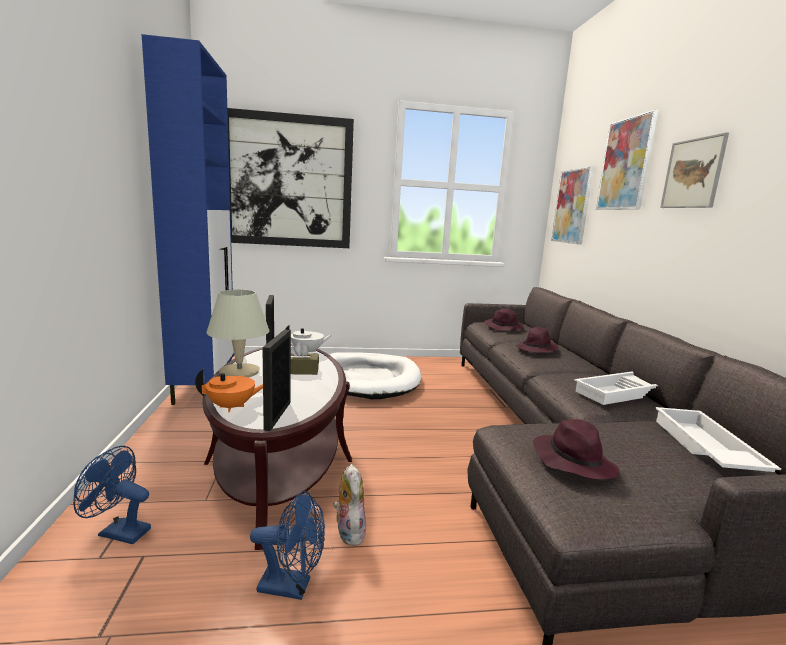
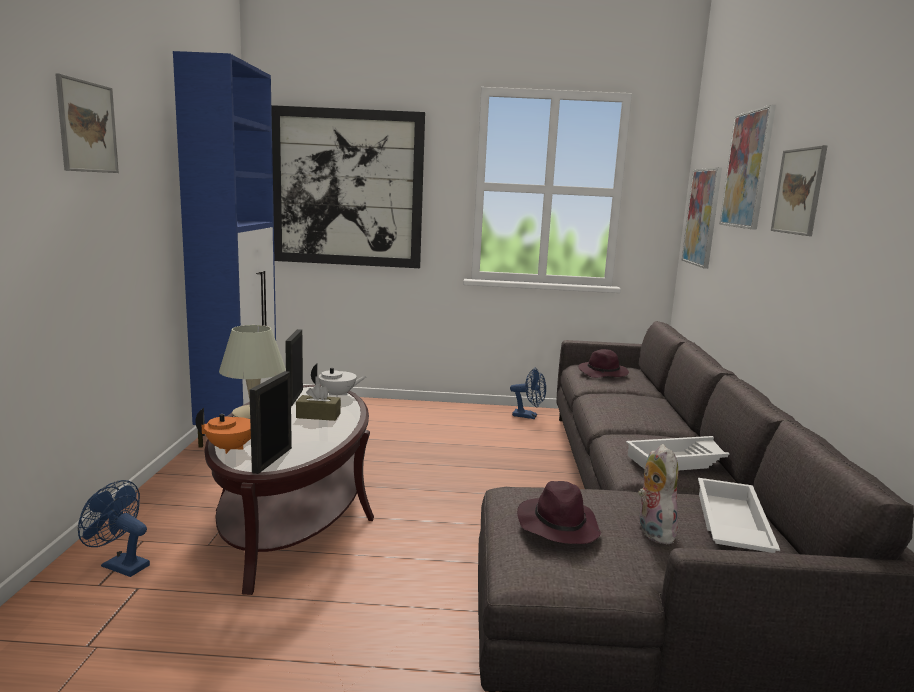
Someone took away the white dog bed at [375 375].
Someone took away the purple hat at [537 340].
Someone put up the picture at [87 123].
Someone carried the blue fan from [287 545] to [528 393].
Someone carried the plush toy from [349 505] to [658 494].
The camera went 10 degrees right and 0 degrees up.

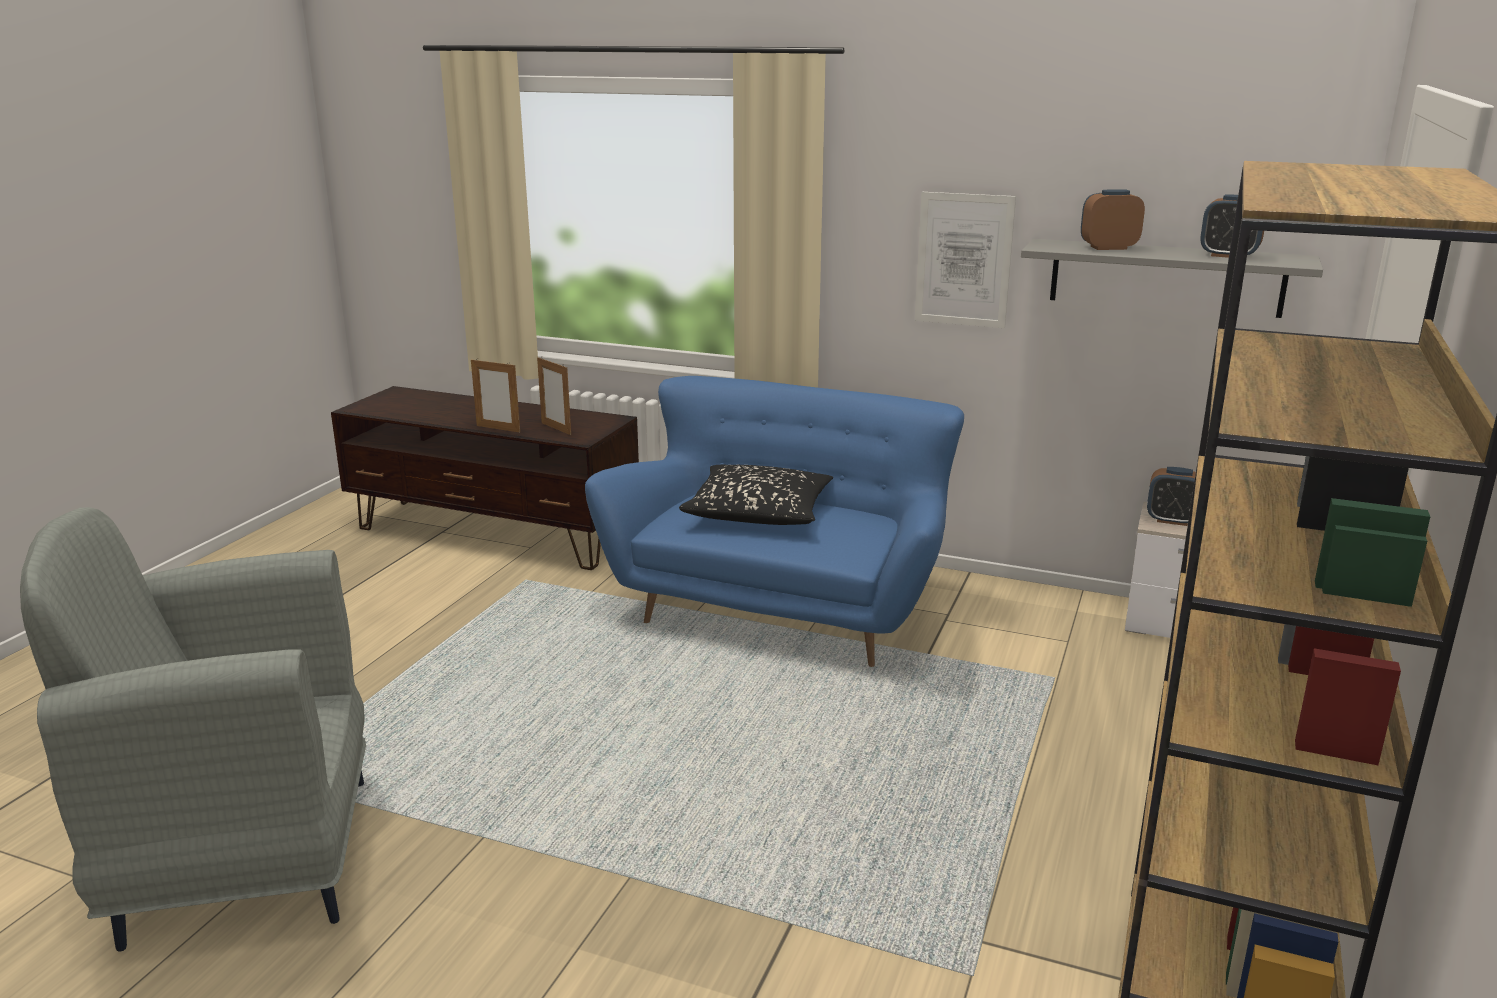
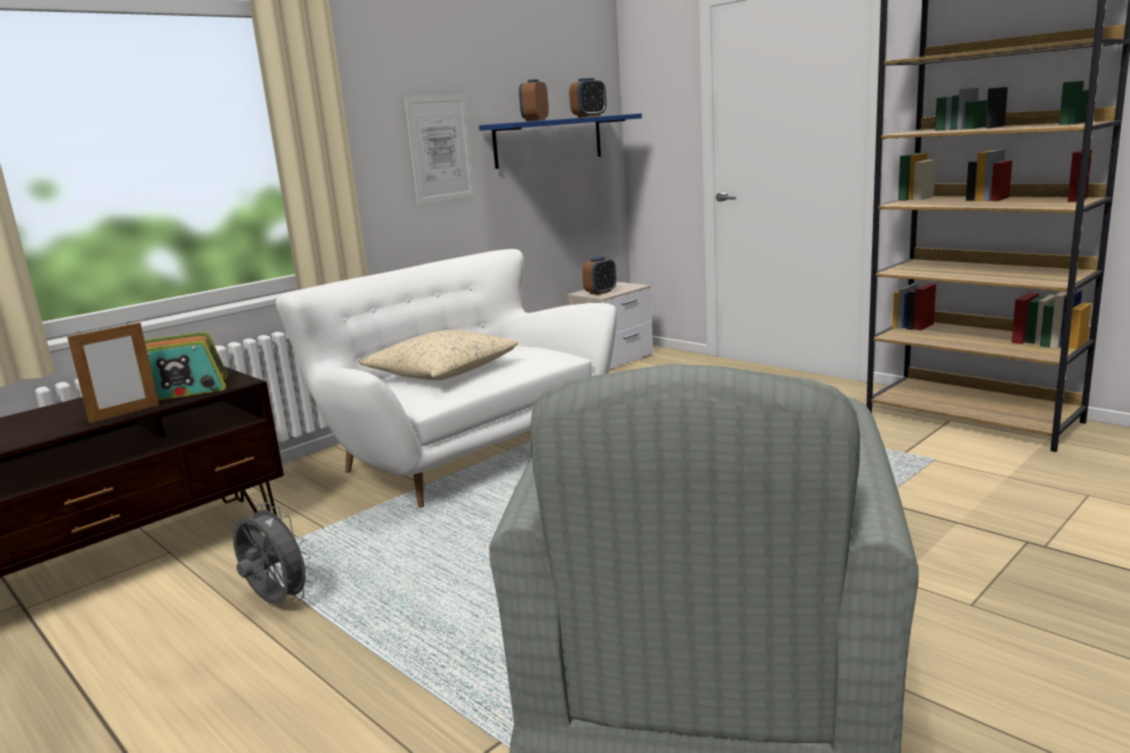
Someone put down the grey fan at [273 553].
Someone swapped the picture frame at [554 395] for the radio at [186 366].
Someone repainted the blue sofa at [774 521], which became the white sofa at [446 378].
Someone repainted the black pillow at [756 495], which became the beige pillow at [439 355].
Someone repainted the grey shelf at [1172 278], which became the blue shelf at [560 141].
The camera went 65 degrees left and 5 degrees down.

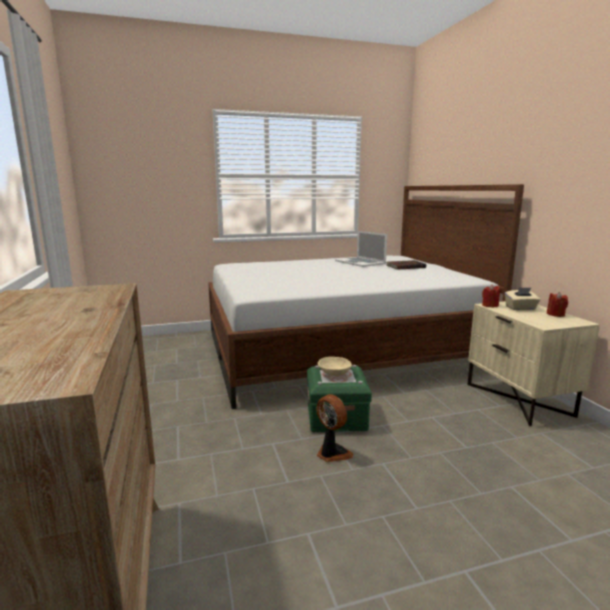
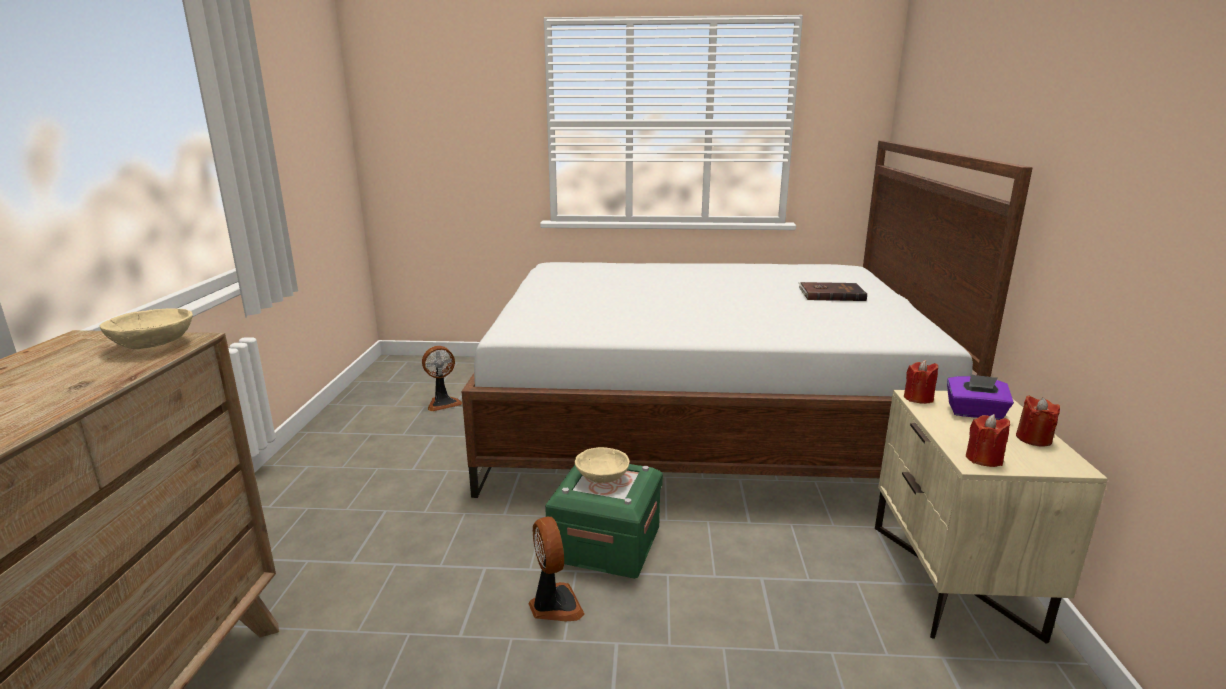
Someone took away the laptop at [361 249].
Someone put down the beige bowl at [146 328].
Someone put down the fan at [442 378].
Someone put down the red candle at [988 440].
Someone repainted the beige tissue box at [522 298], which became the purple tissue box at [980 397].
The camera went 20 degrees right and 5 degrees up.

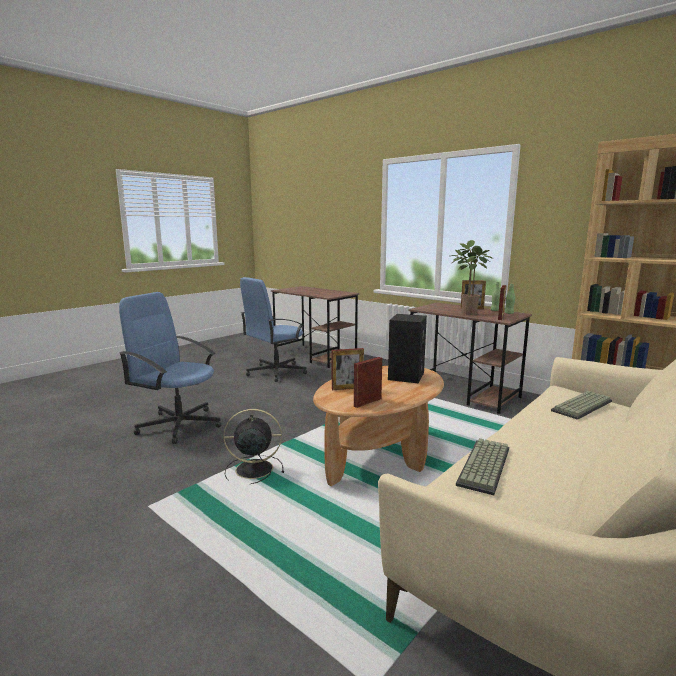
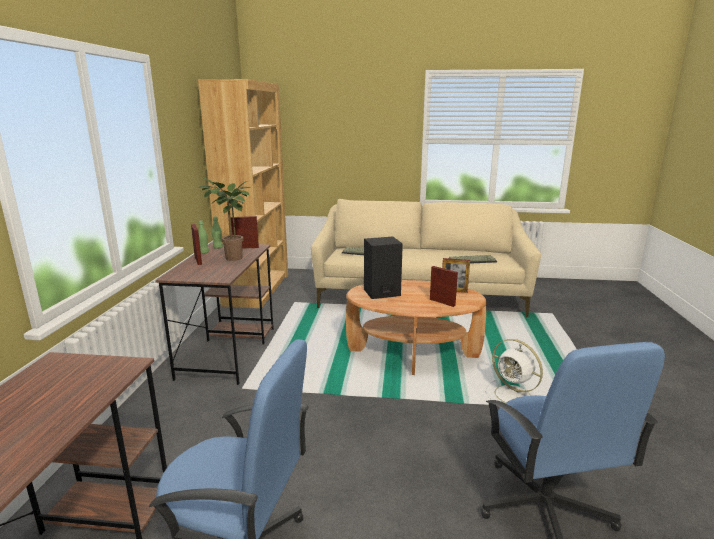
Someone repainted the black fan at [253 446], which became the white fan at [514 371].
The camera went 125 degrees left and 5 degrees up.

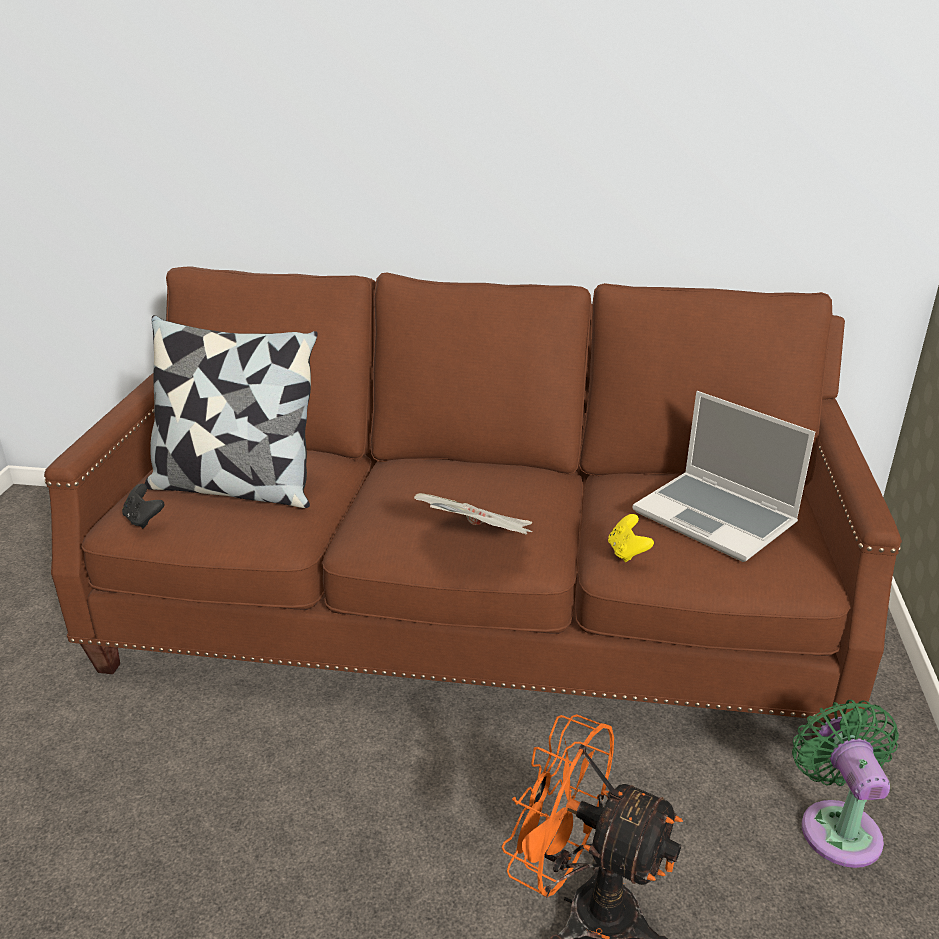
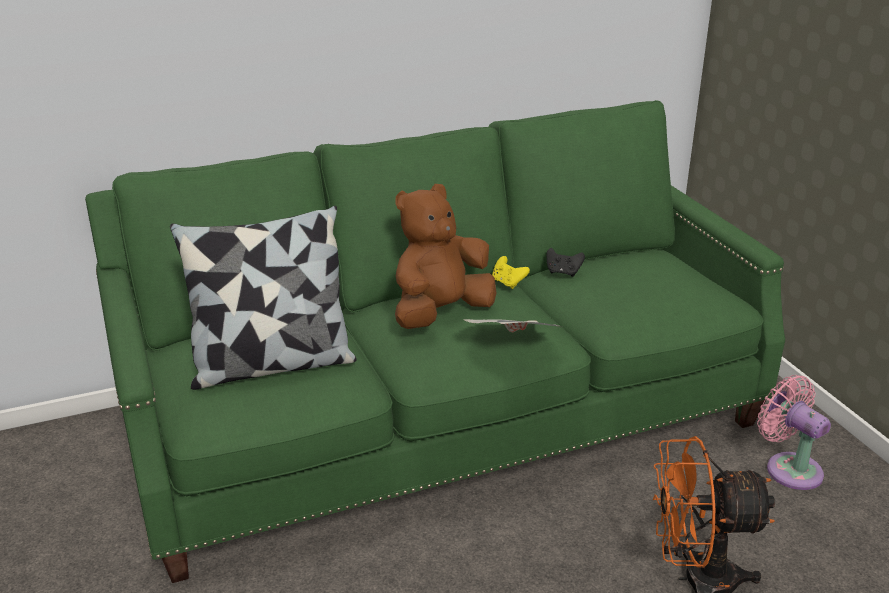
Someone took away the laptop at [724 476].
Someone put down the brown plush toy at [445 256].
Someone carried the black game controller from [143 506] to [565 262].
Someone carried the yellow game controller from [631 538] to [511 272].
Someone repainted the brown sofa at [473 502], which became the green sofa at [435 341].
Someone repainted the green fan at [845 784], which became the pink fan at [794 432].
The camera went 30 degrees left and 0 degrees up.

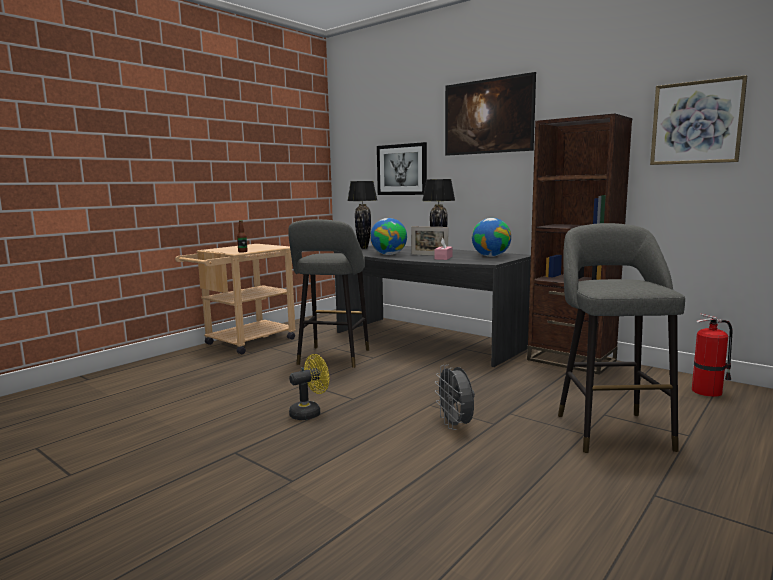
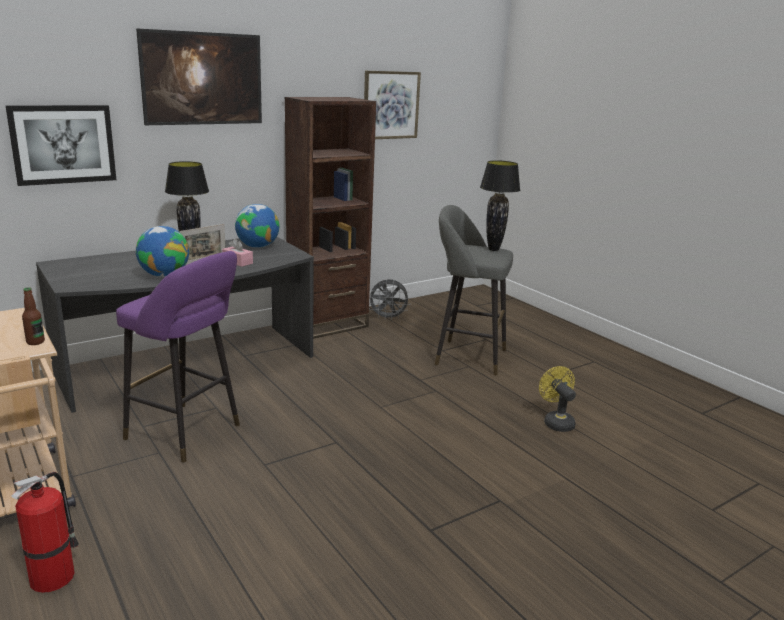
Someone carried the yellow fan from [309 387] to [557 399].
Someone carried the black table lamp from [362 215] to [500 205].
Someone carried the grey fan from [455 397] to [390 300].
Someone carried the fire extinguisher from [712 355] to [45 532].
Someone repainted the grey stool at [328 293], which became the purple stool at [178 357].
The camera went 75 degrees left and 10 degrees up.

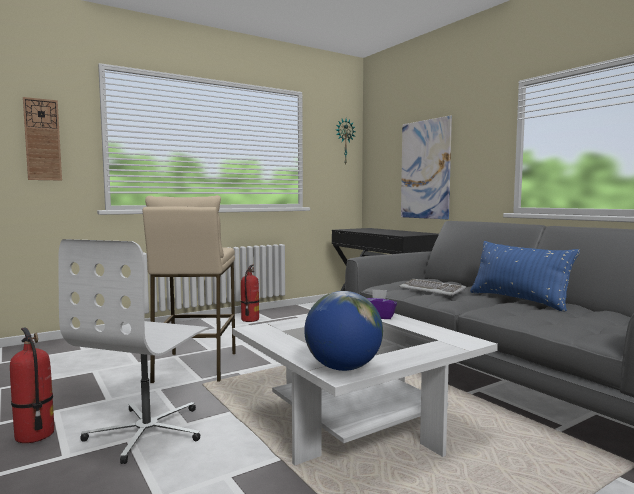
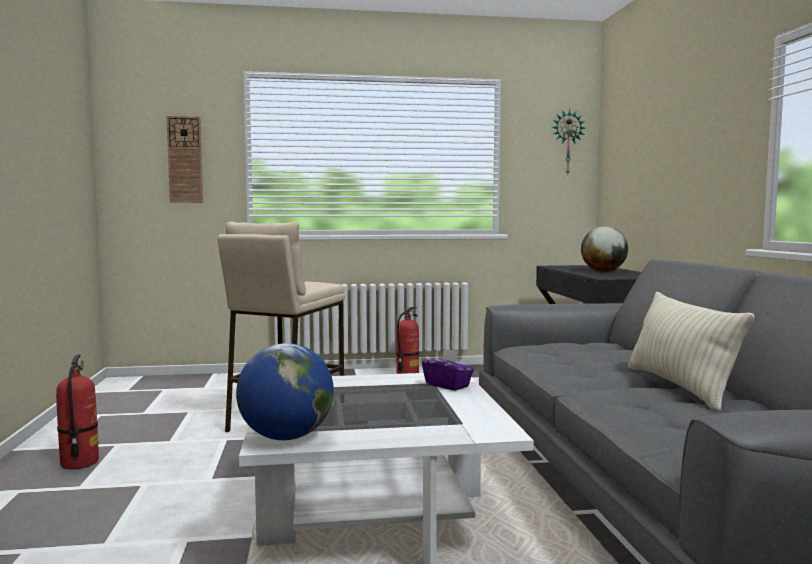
Someone took away the white office chair at [133 351].
Someone took away the keyboard at [432 287].
Someone took away the picture at [426 167].
Someone put down the globe at [604 249].
Someone repainted the blue pillow at [525 276], which became the beige pillow at [691 351].
The camera went 25 degrees right and 0 degrees up.

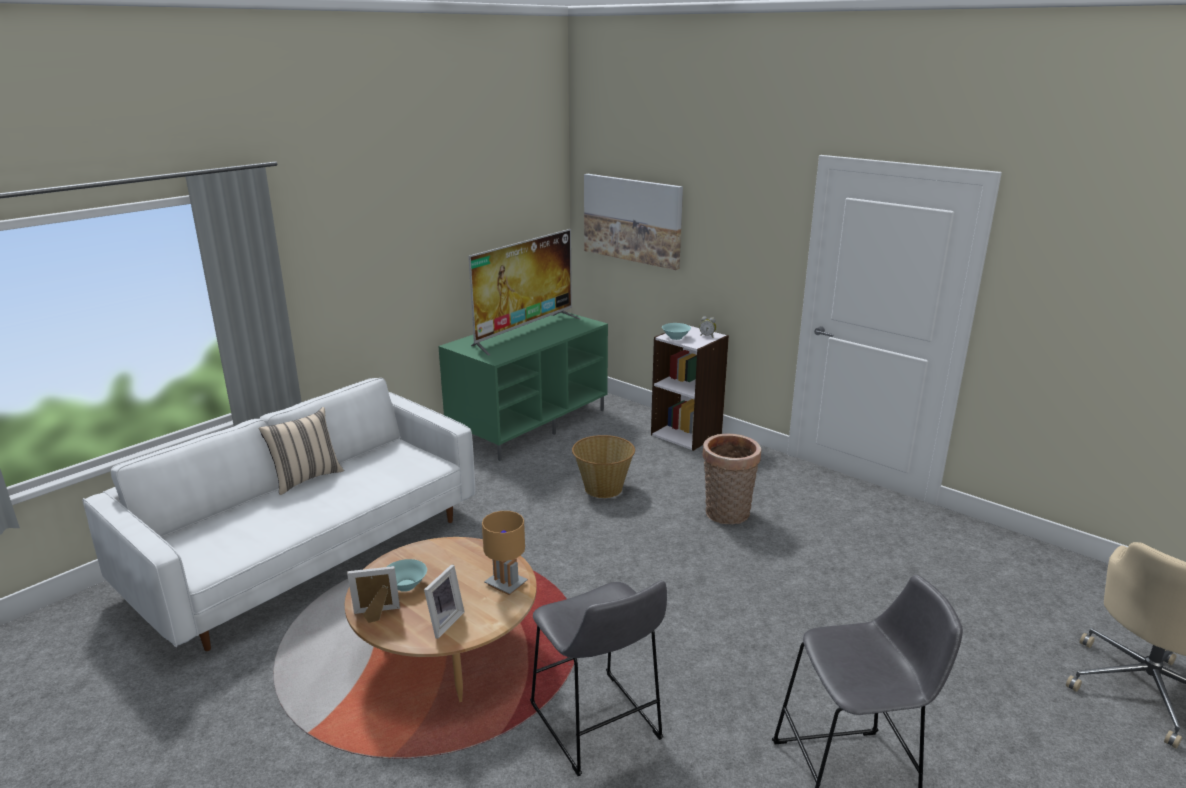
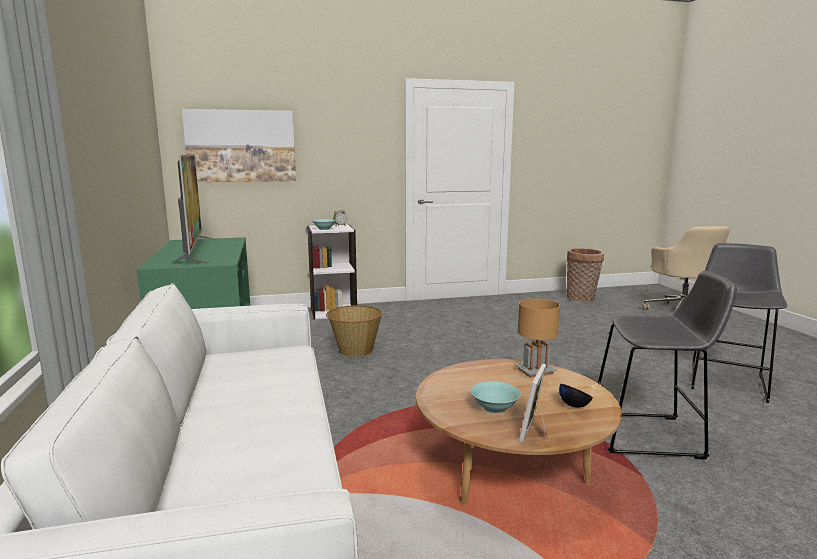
Someone took away the beige pillow at [301 451].
Someone carried the basket from [731 479] to [585 275].
Someone swapped the picture frame at [444 601] for the black bowl at [576 396].
The camera went 55 degrees left and 10 degrees down.

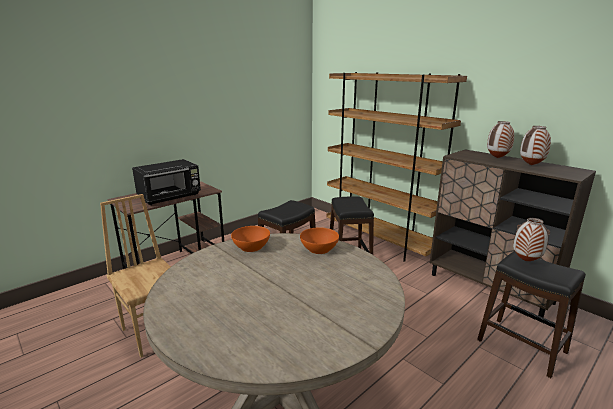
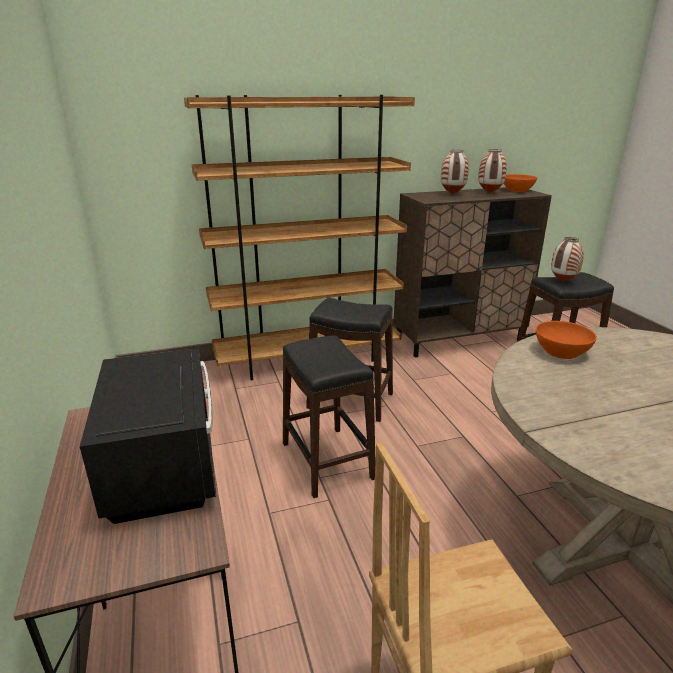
Someone carried the orange bowl from [250 239] to [520 183].
The camera went 65 degrees left and 5 degrees up.

